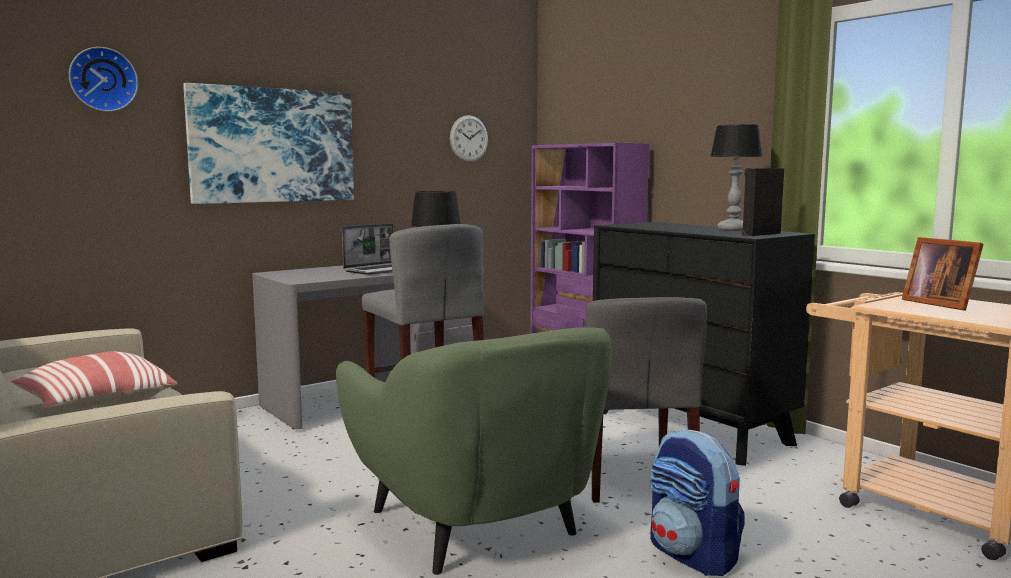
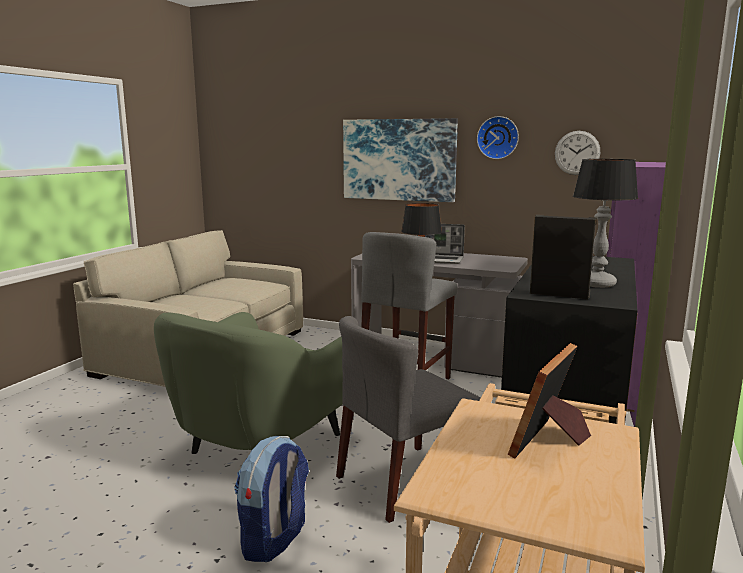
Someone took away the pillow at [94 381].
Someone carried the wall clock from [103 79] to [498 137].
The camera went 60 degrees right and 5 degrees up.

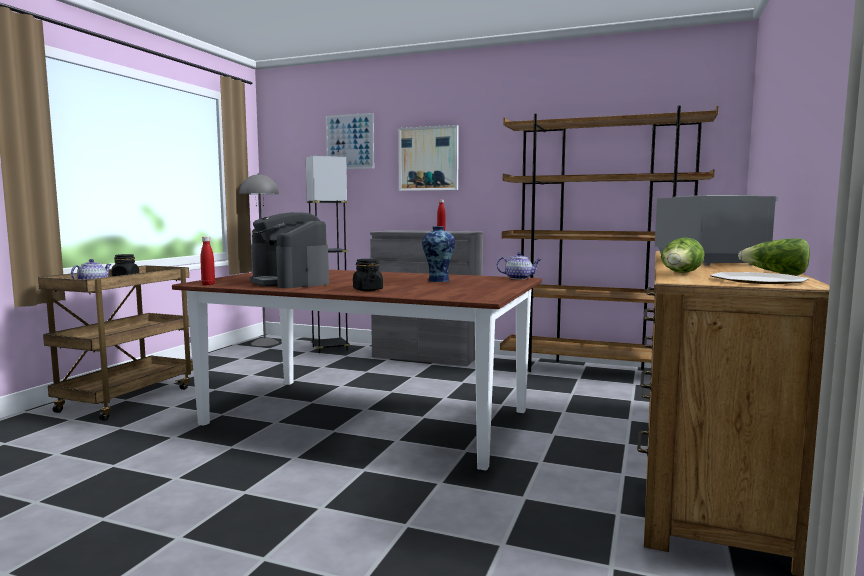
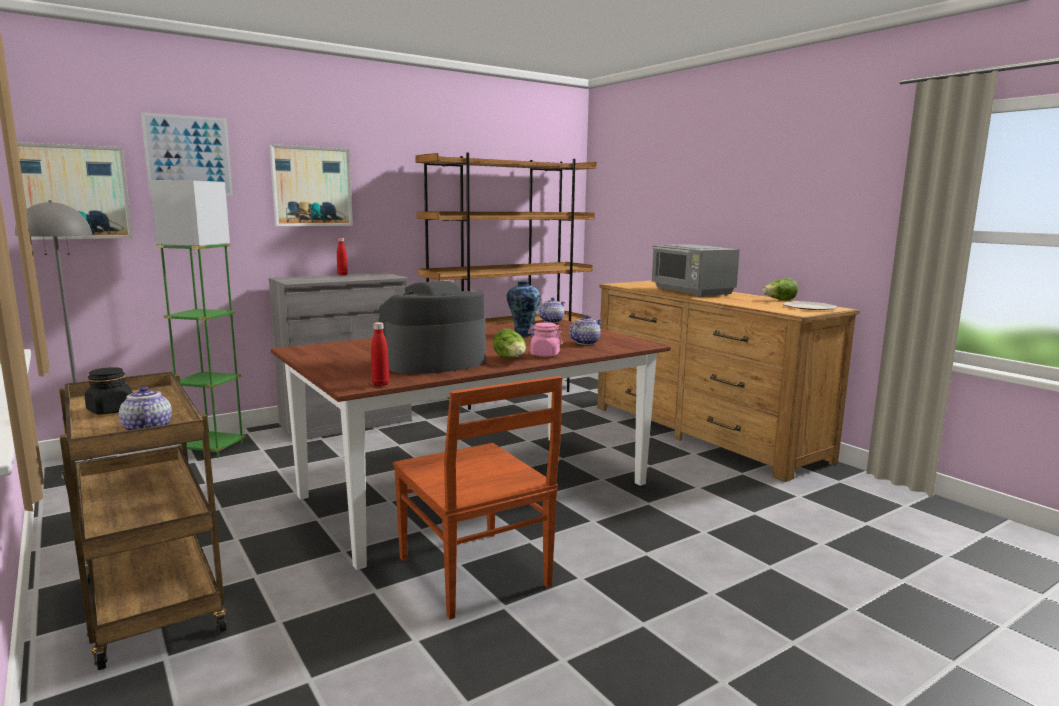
Someone put up the picture at [75 191].
Someone put down the brown chair at [478 498].
Someone put down the teapot at [585 330].
Someone carried the lettuce from [683 255] to [509 343].
Someone repainted the grey floor lamp at [328 254], which became the green floor lamp at [198 319].
Someone repainted the black jar at [368 275], which became the pink jar at [545 340].
Someone rotated the coffee machine at [289 250] by 150 degrees clockwise.
Someone rotated the grey microwave at [716 230] by 150 degrees counterclockwise.
The camera went 55 degrees left and 5 degrees up.

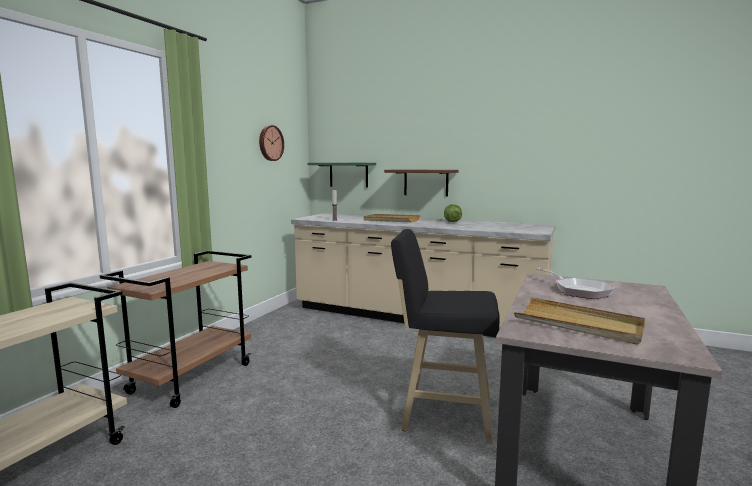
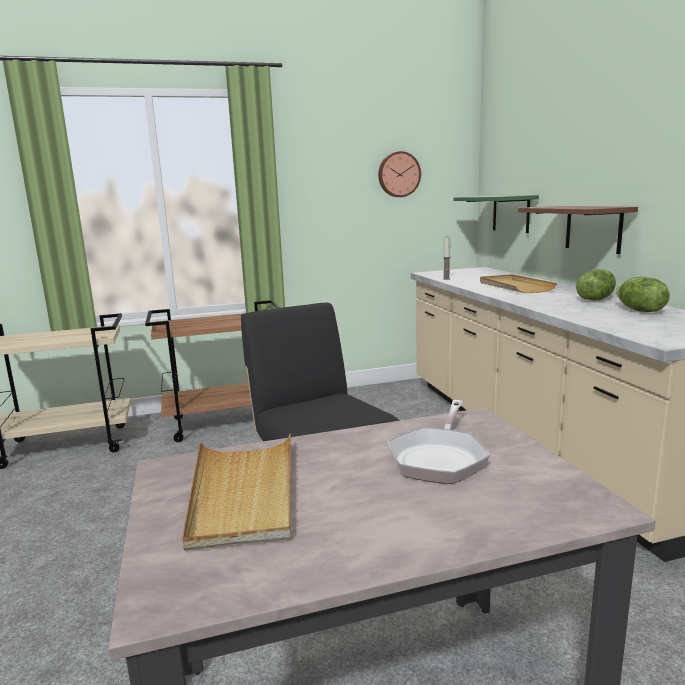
Someone put down the lettuce at [643 294].
The camera went 50 degrees right and 5 degrees up.

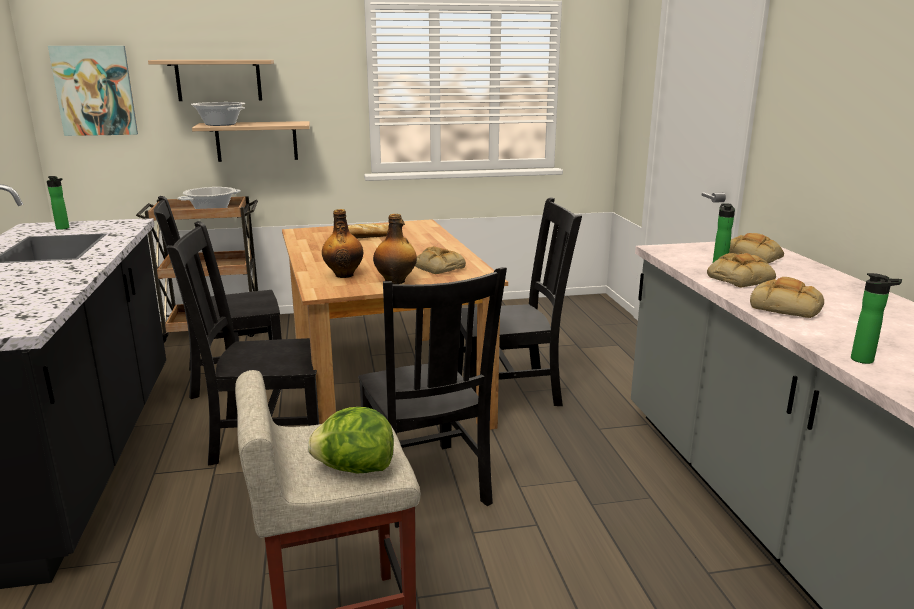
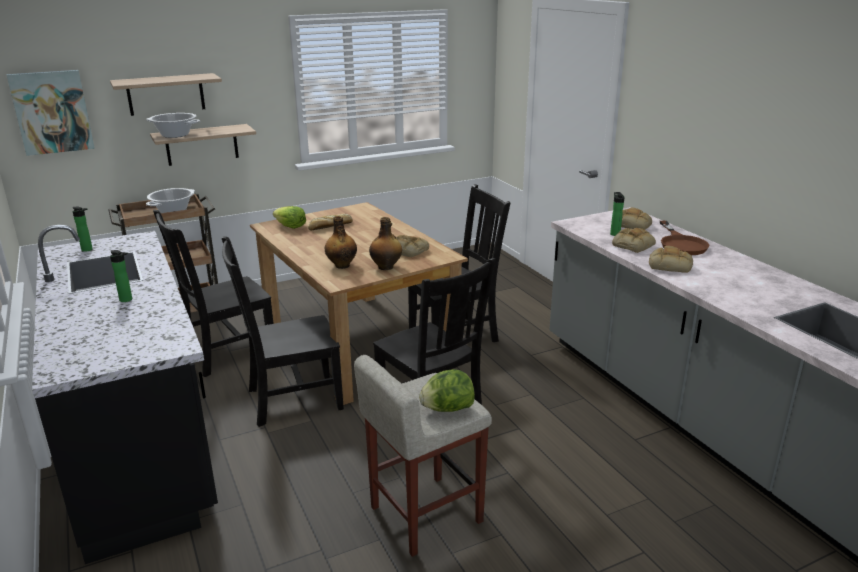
Someone put down the lettuce at [289 217].
Someone put down the brown frying pan at [684 238].
Someone carried the bottle from [876 318] to [121 276].
The camera went 15 degrees left and 5 degrees up.

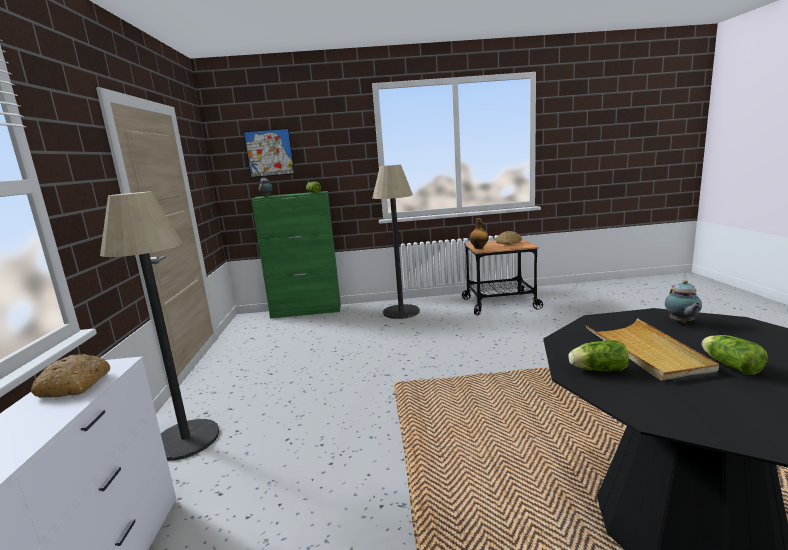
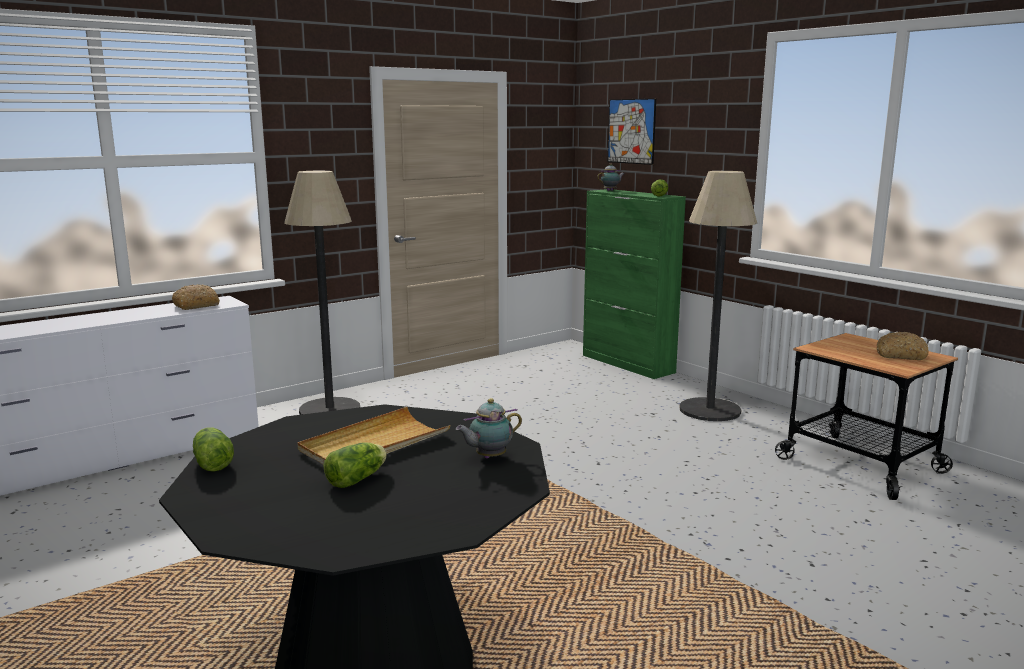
Someone took away the bottle at [479 233].
Someone carried the lettuce from [598 355] to [213 450].
The camera went 55 degrees right and 0 degrees up.

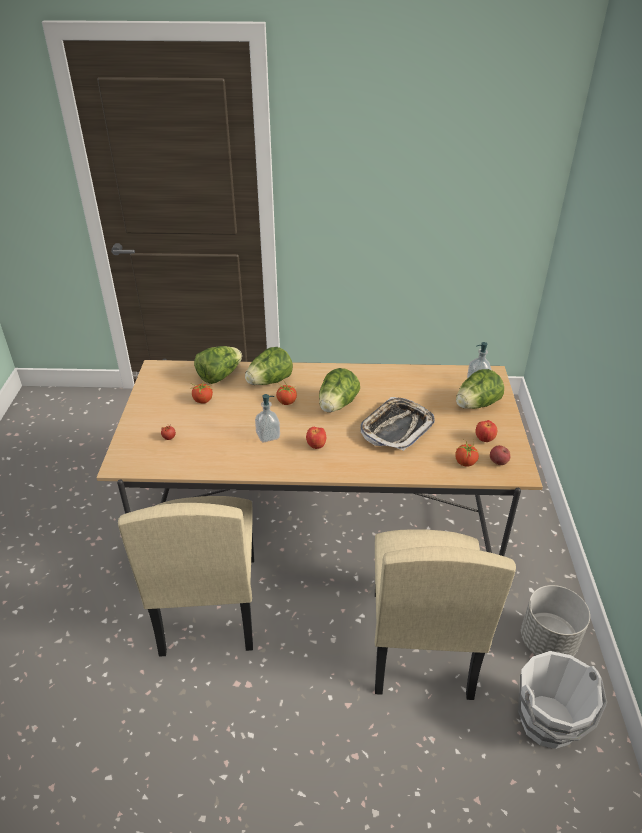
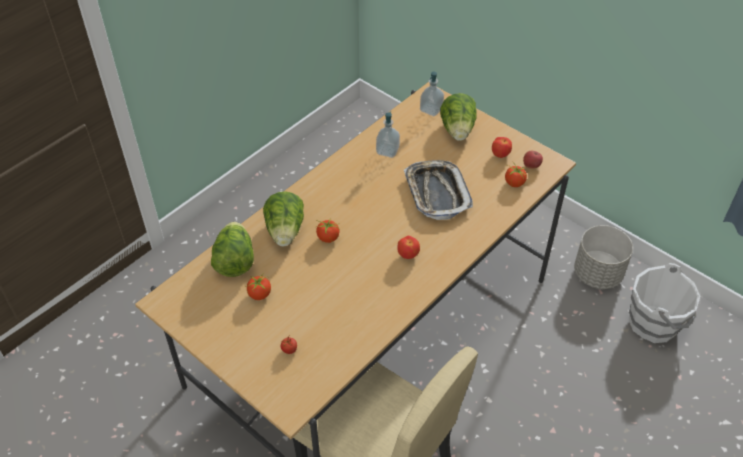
Someone took away the lettuce at [339 390].
Someone took away the beige chair at [445 615].
Someone carried the soap dispenser from [267 418] to [388 134].
The camera went 50 degrees left and 10 degrees up.

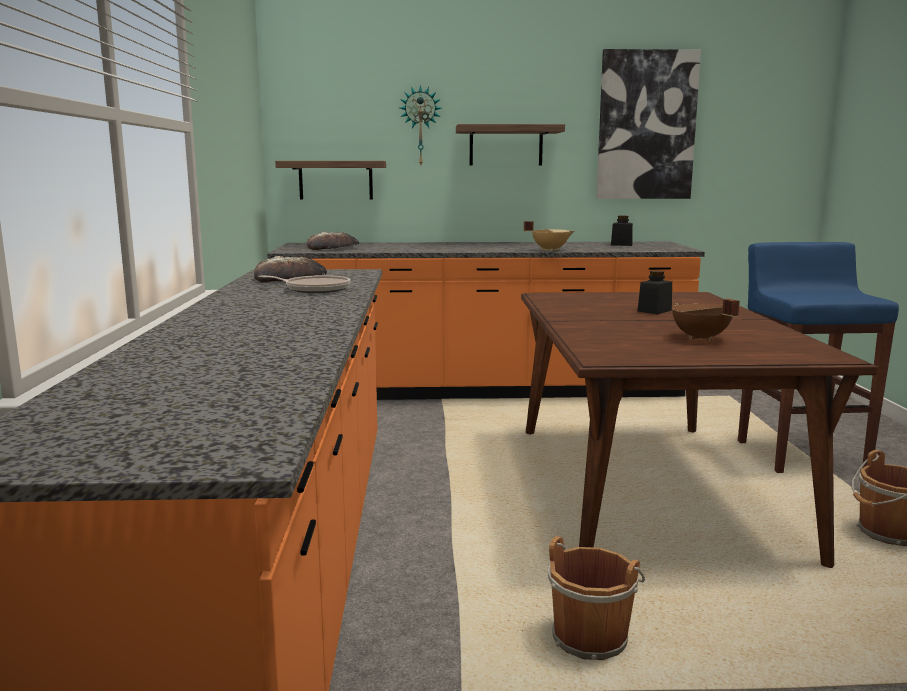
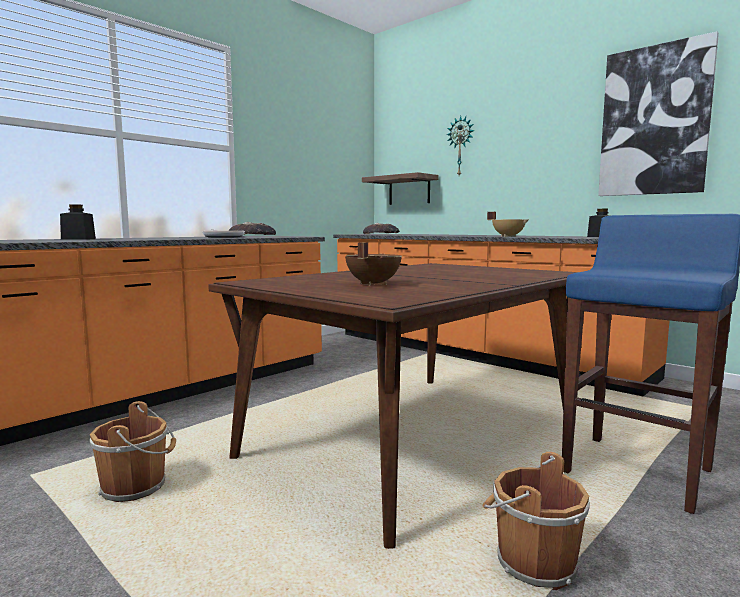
Someone took away the shelf at [510 144].
Someone carried the black jar from [654 292] to [78 222].
The camera went 45 degrees right and 5 degrees down.

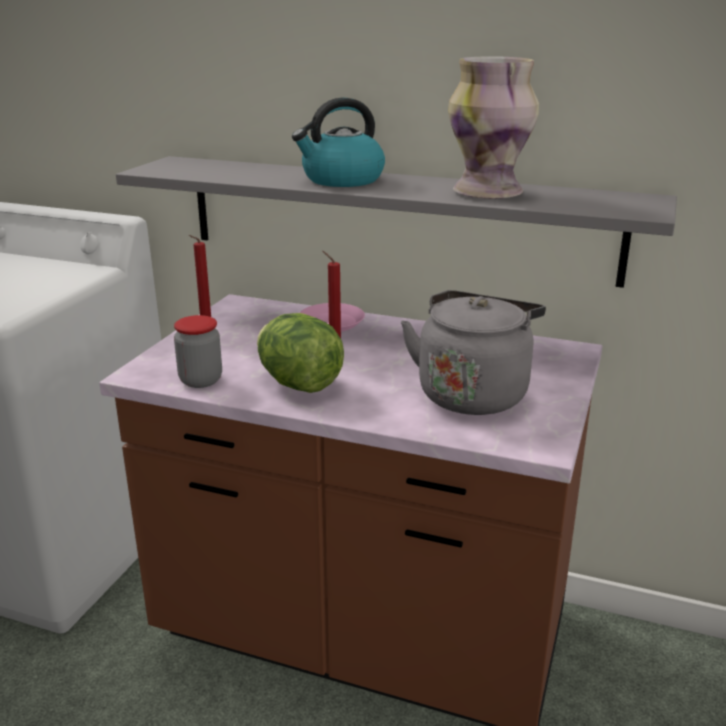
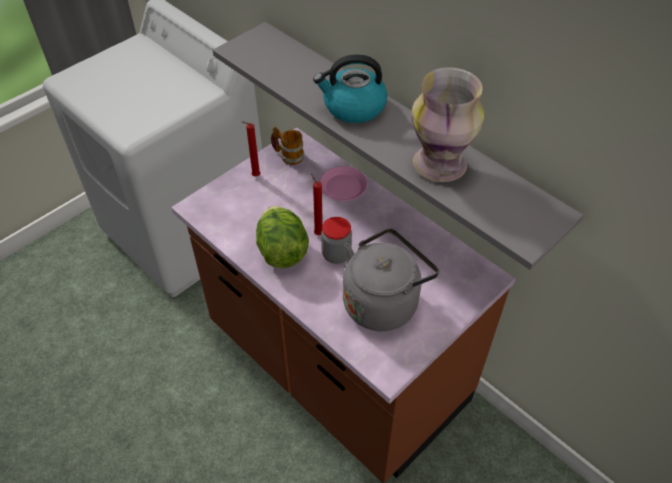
Someone put down the mug at [287 146].
Someone carried the jar from [198 351] to [336 240].
The camera went 25 degrees right and 25 degrees up.

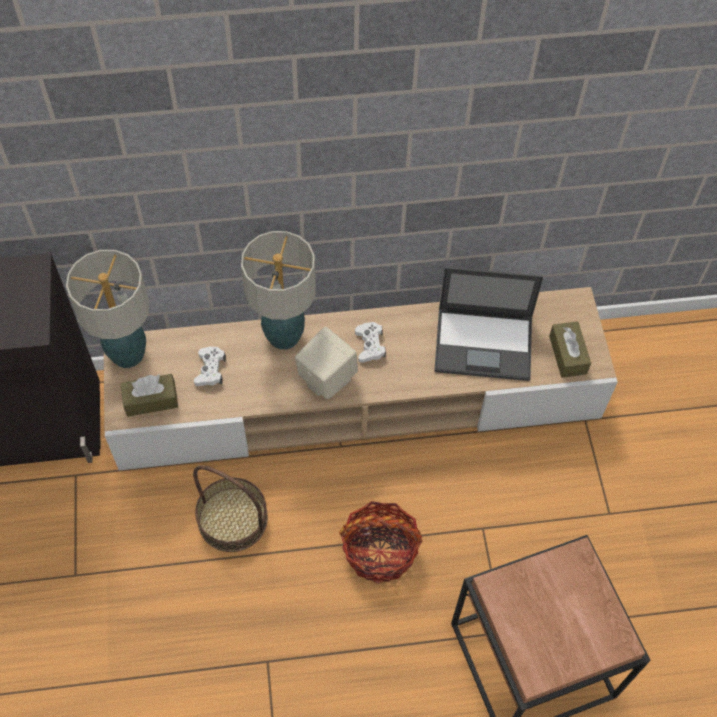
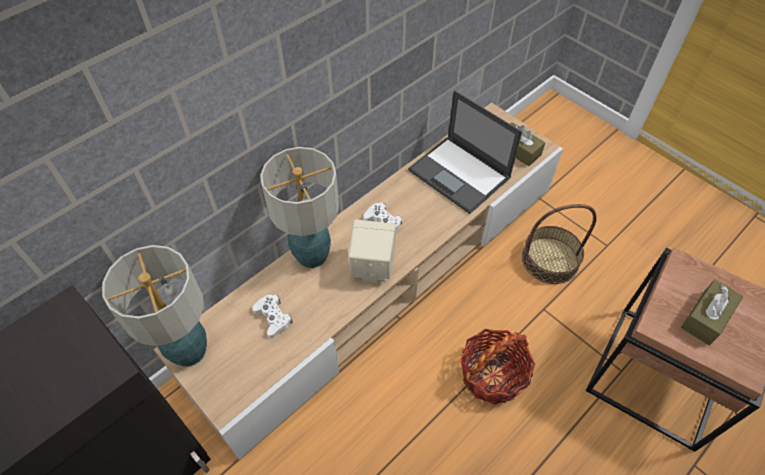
Someone carried the brown tissue box from [149 395] to [712 312].
Someone carried the basket from [230 508] to [559 244].
Someone rotated the laptop at [488 324] by 75 degrees clockwise.
The camera went 35 degrees left and 5 degrees down.

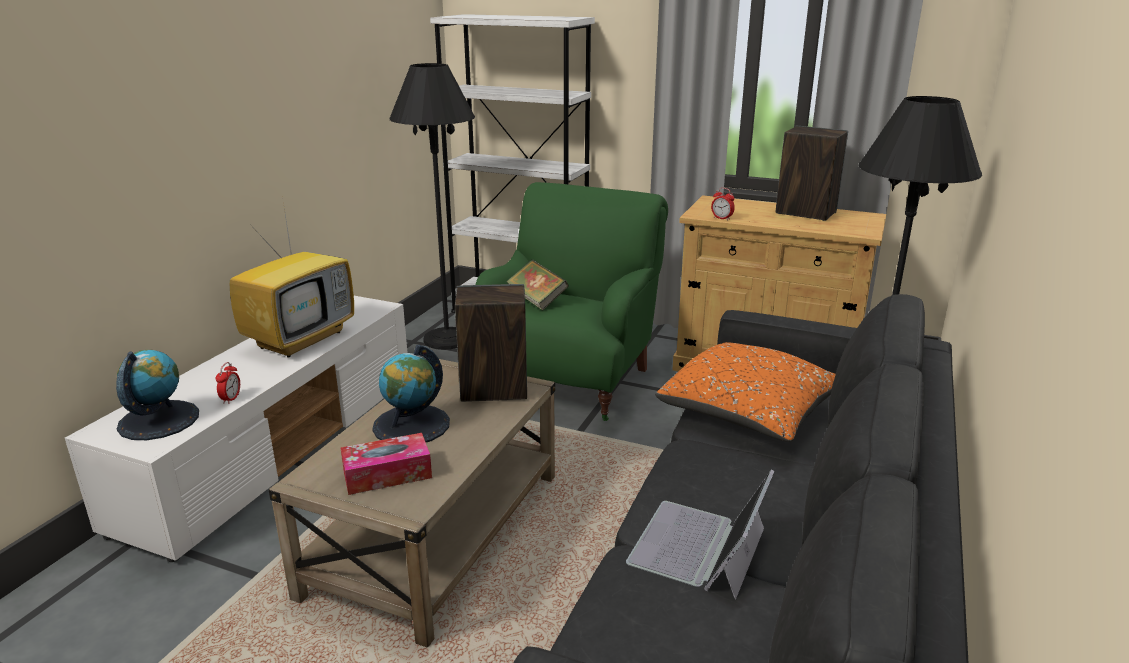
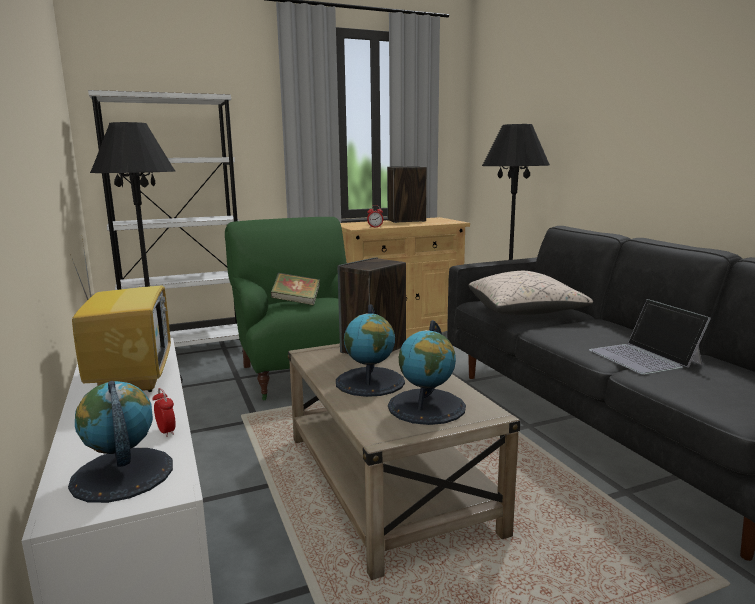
Someone swapped the tissue box at [386 464] for the globe at [427 372].
Someone repainted the orange pillow at [745 392], which became the beige pillow at [531 293].
The camera went 45 degrees left and 10 degrees down.

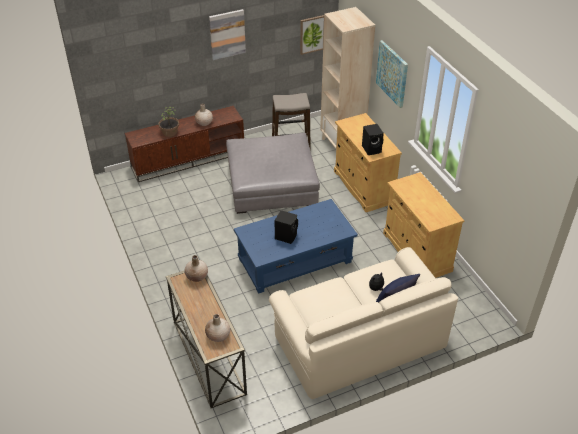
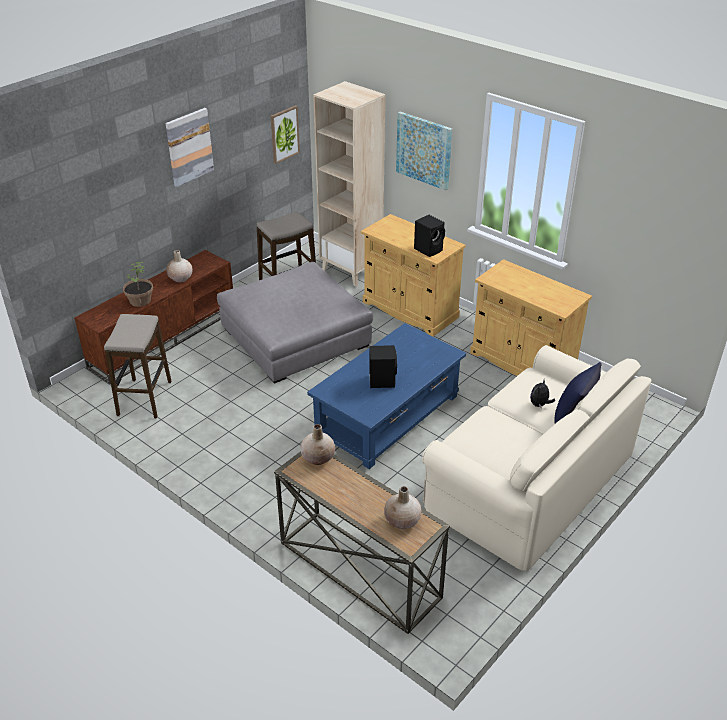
Someone put down the stool at [138 366].
The camera went 25 degrees left and 5 degrees down.

